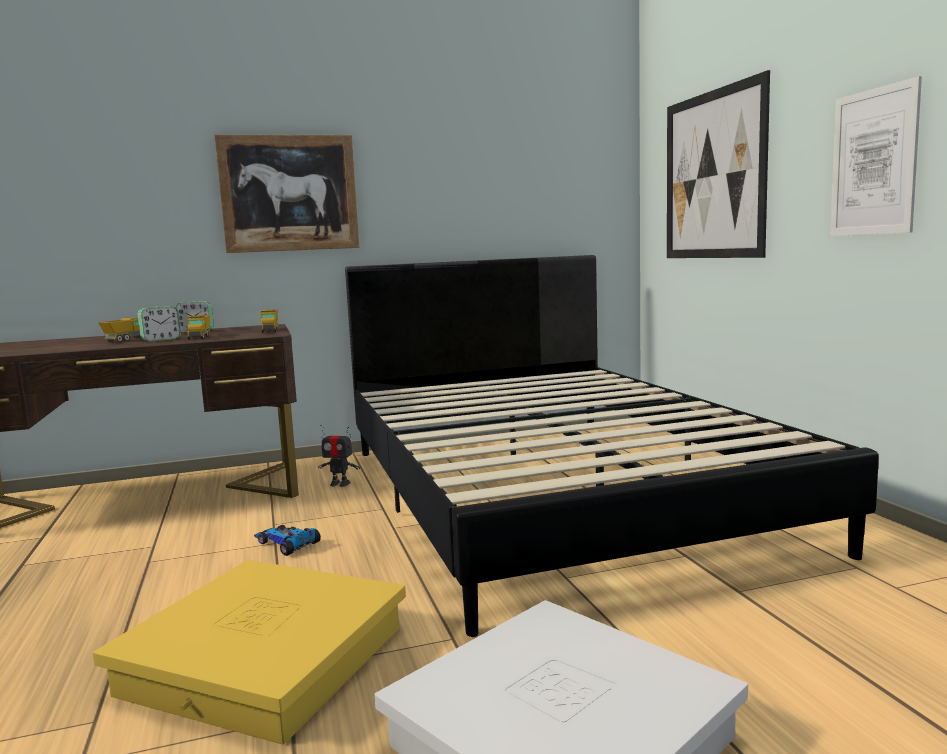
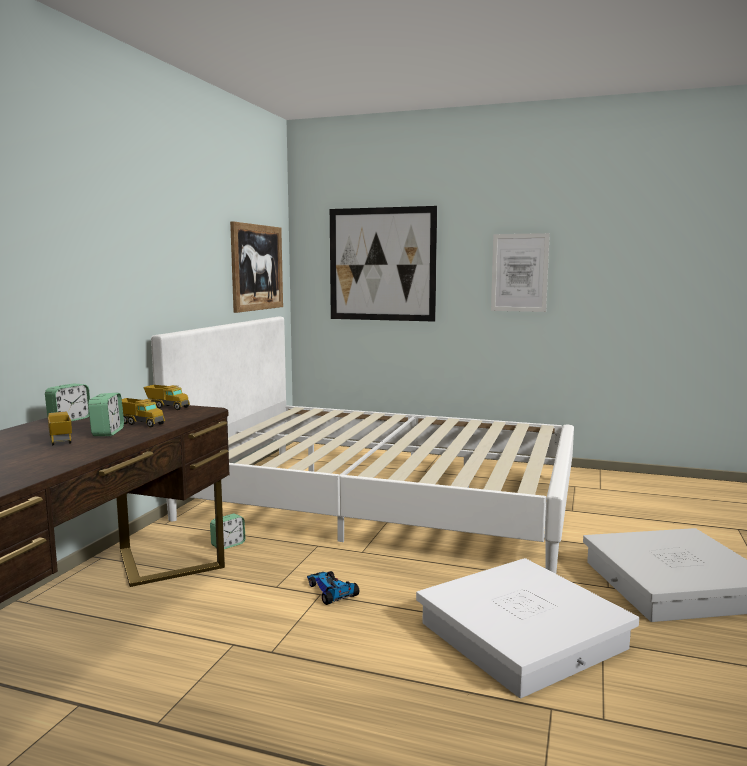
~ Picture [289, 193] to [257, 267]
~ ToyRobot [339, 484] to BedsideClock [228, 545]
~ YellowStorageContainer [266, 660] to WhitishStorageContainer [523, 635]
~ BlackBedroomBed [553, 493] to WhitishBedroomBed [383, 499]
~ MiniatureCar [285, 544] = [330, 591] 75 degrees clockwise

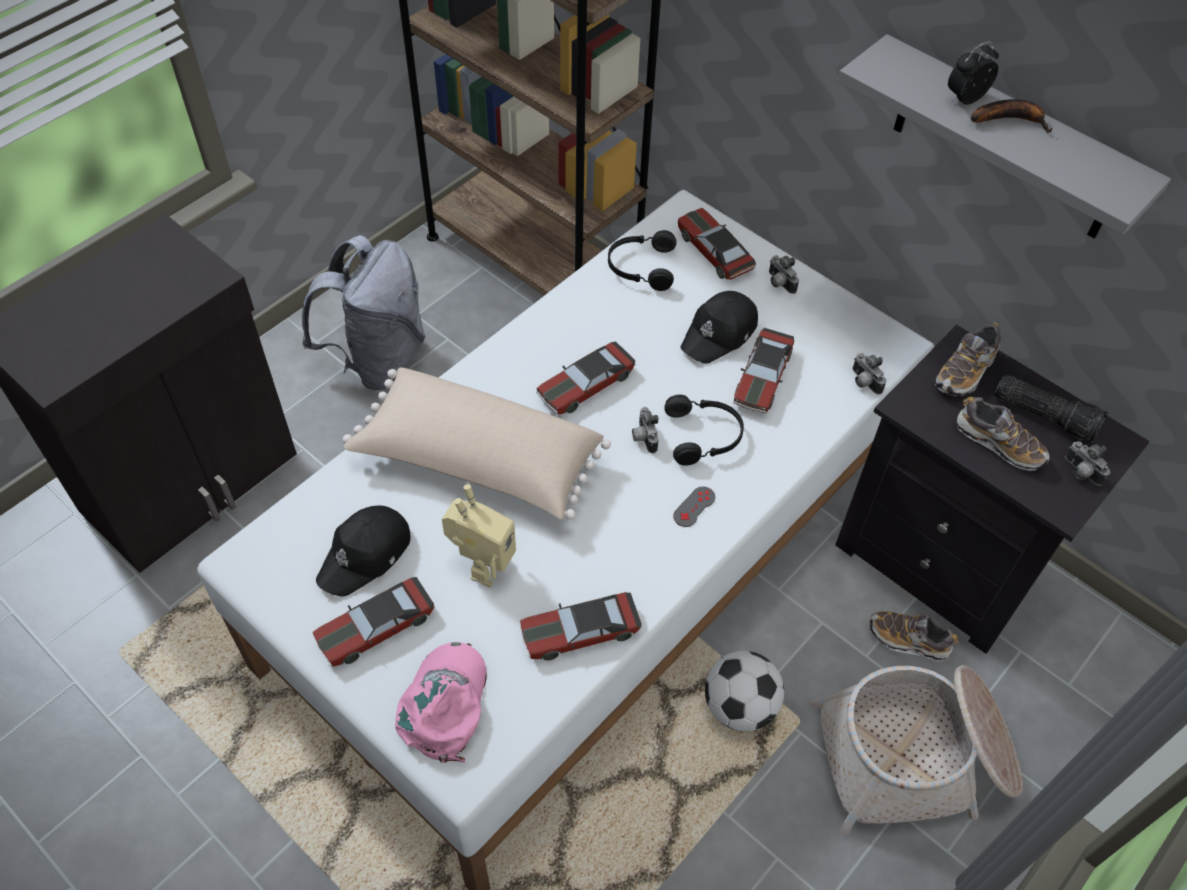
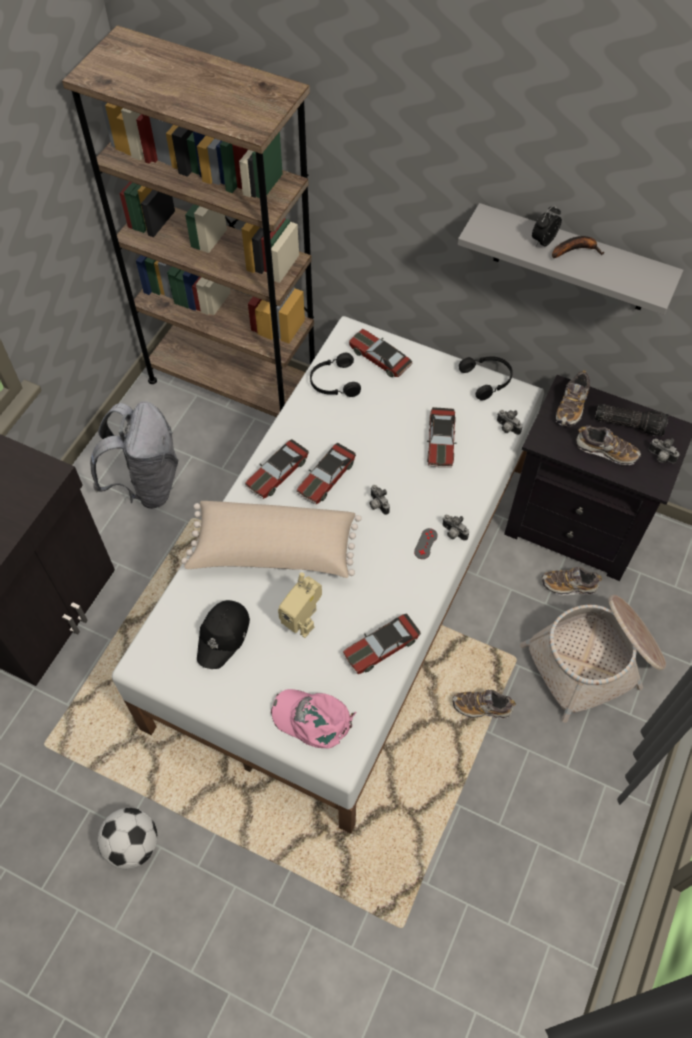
- BlackPeakedCap [720, 333]
+ ItemOfFootwear [482, 707]
~ MiniatureCar [375, 627] to [277, 473]
~ BlackHeadphones [704, 436] to [487, 379]
~ Football [739, 706] to [132, 844]
~ PhotoCamera [779, 283] to [453, 533]
~ PinkPeakedCap [445, 704] = [312, 719] 60 degrees counterclockwise
~ ToyRobot [482, 565] = [303, 621] 120 degrees clockwise

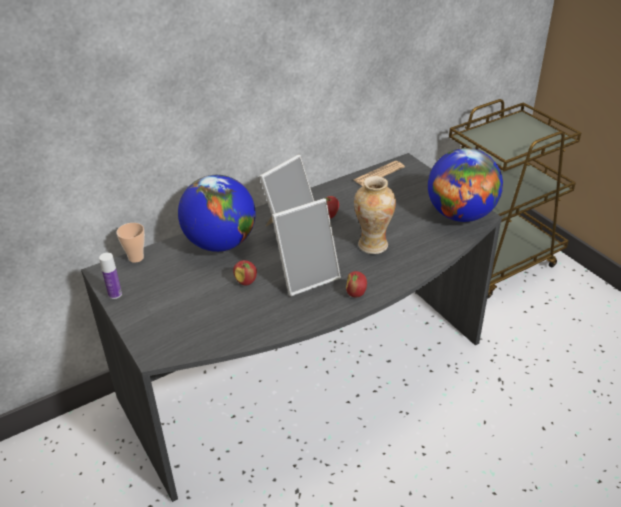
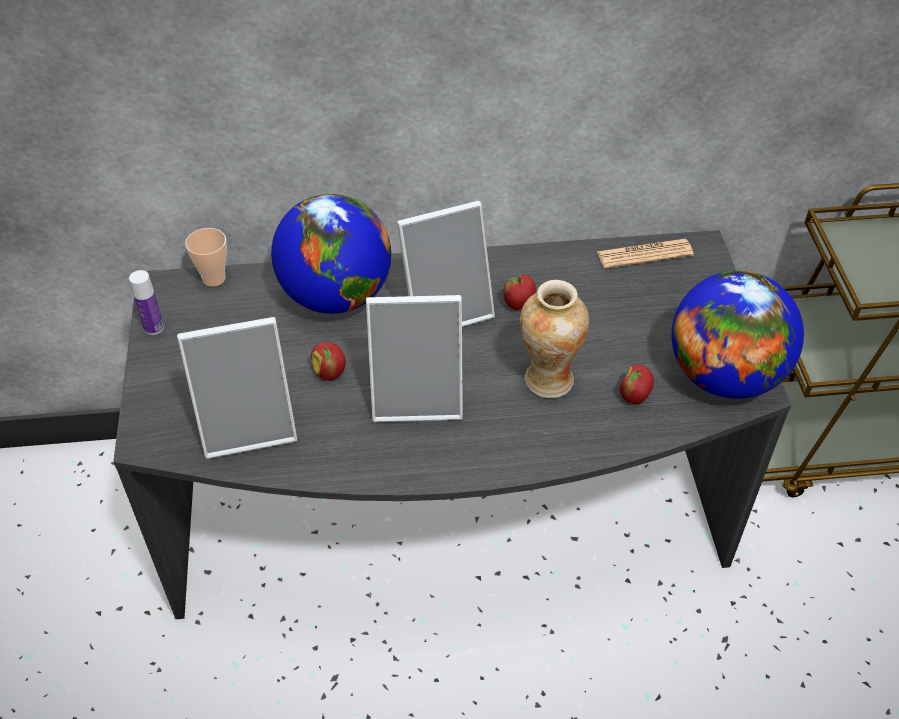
+ PictureFrame [249, 425]
~ AppleFruit [356, 294] to [634, 397]

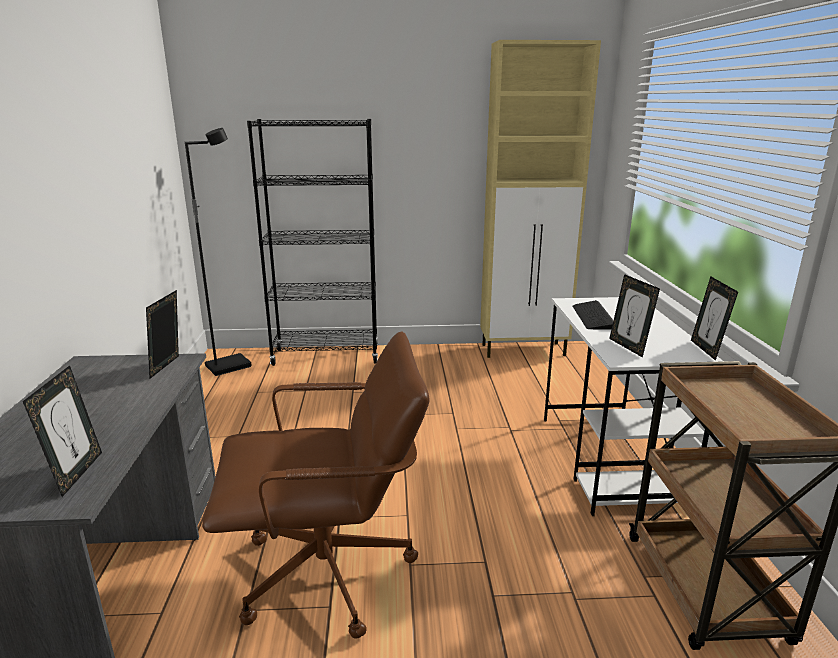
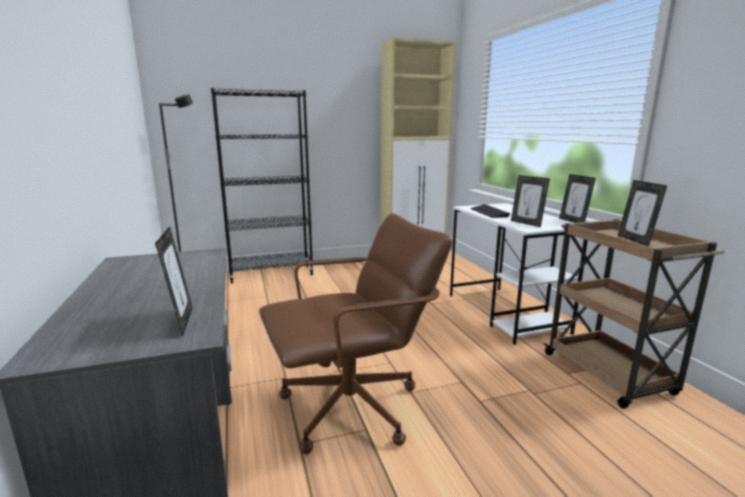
~ PictureFrame [169, 367] to [635, 240]

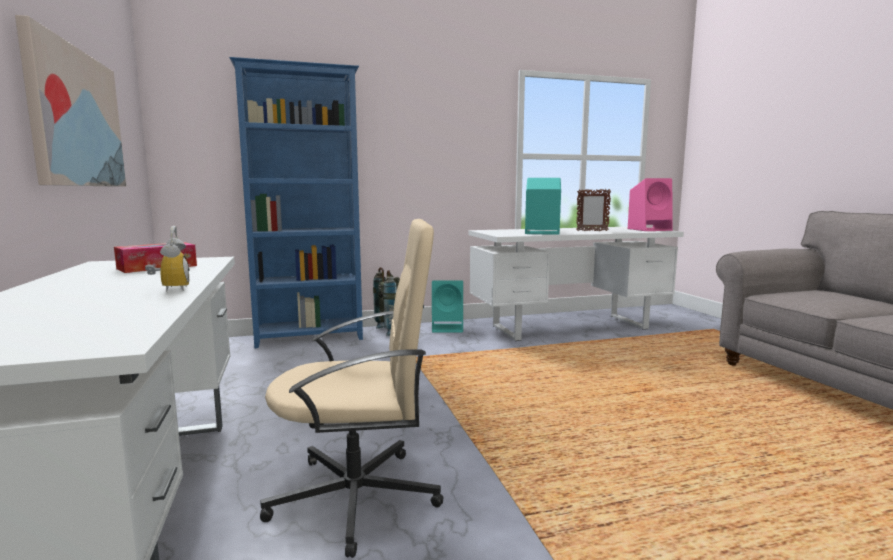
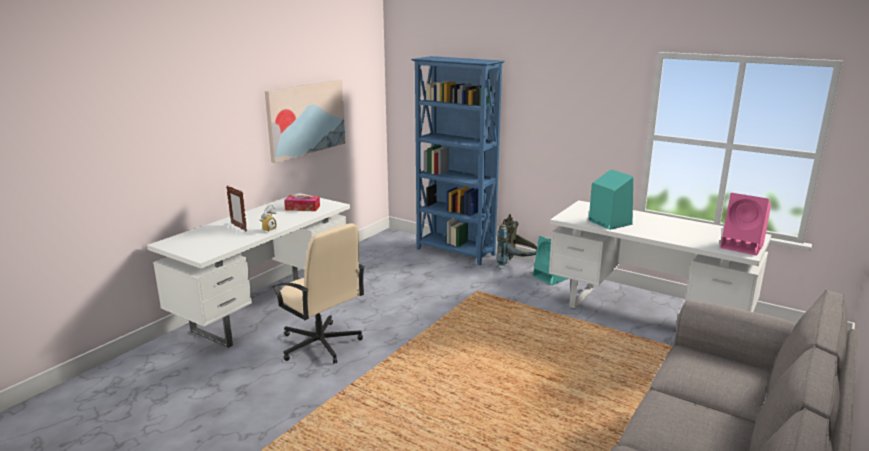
~ PictureFrame [592, 231] to [239, 227]

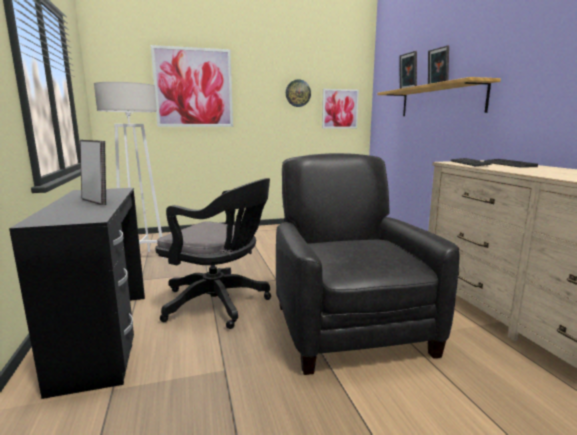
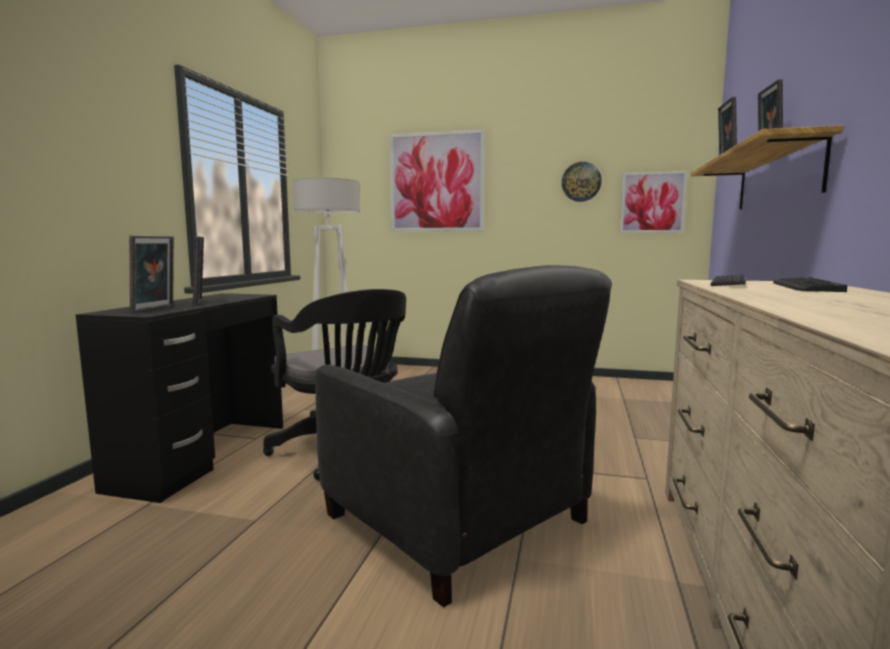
+ PictureFrame [155, 309]
~ BlackEasyChair [350, 327] = [457, 520] 120 degrees clockwise

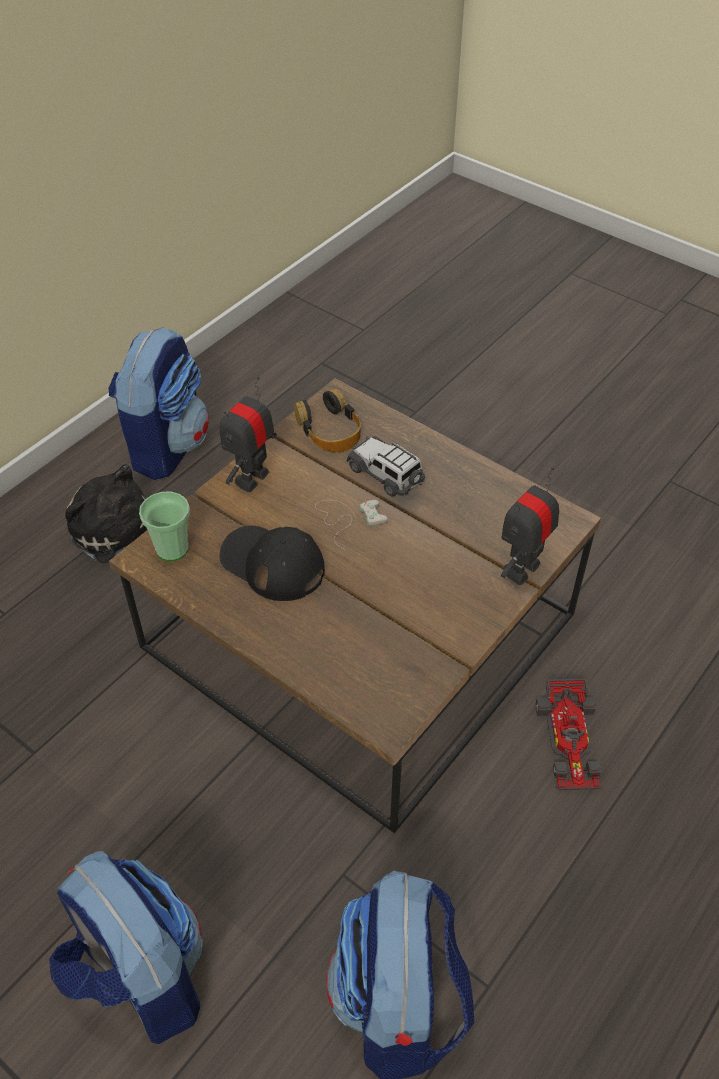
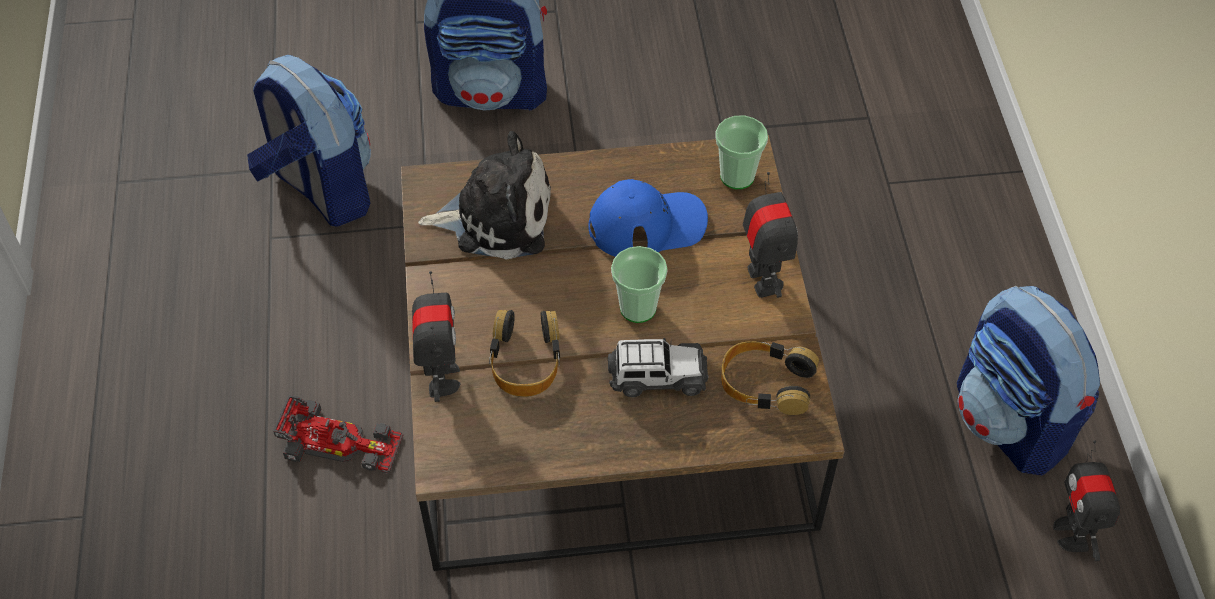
+ Headphones [525, 359]
+ ToyRobot [1072, 533]
~ CuddlyToy [118, 535] to [496, 217]
~ WhitishGameController [348, 518] to SmallCup [638, 308]
~ BlackPeakedCap [272, 564] to BluePeakedCap [647, 224]
~ MiniatureCar [570, 741] = [340, 442] 150 degrees clockwise

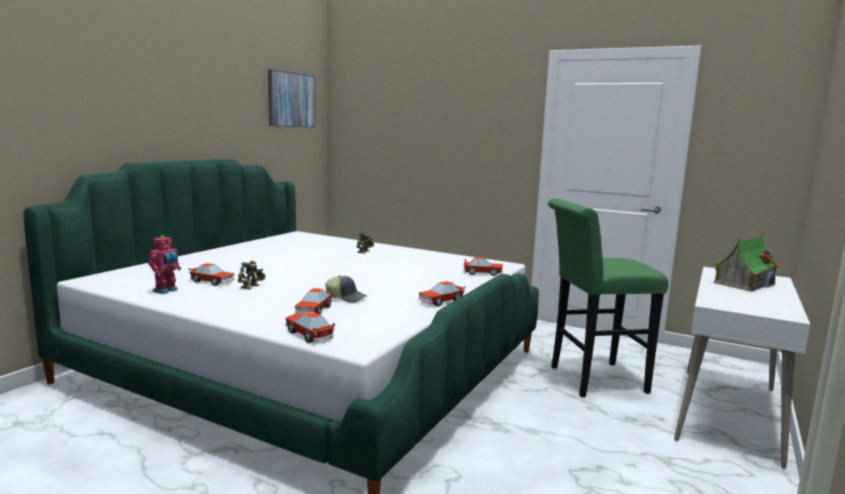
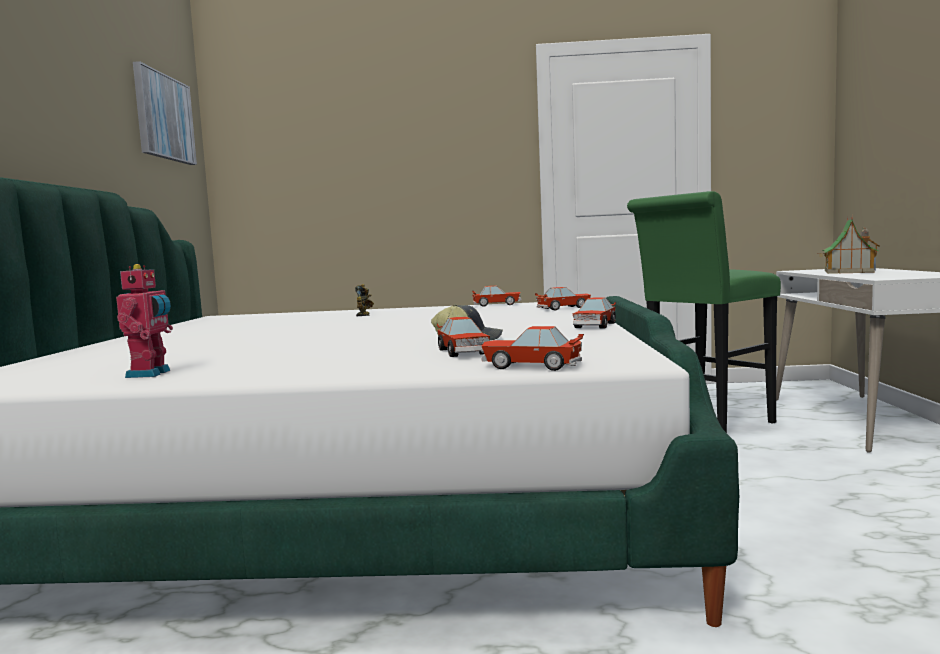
- ToyRobot [252, 287]
~ MiniatureCar [212, 282] to [497, 305]

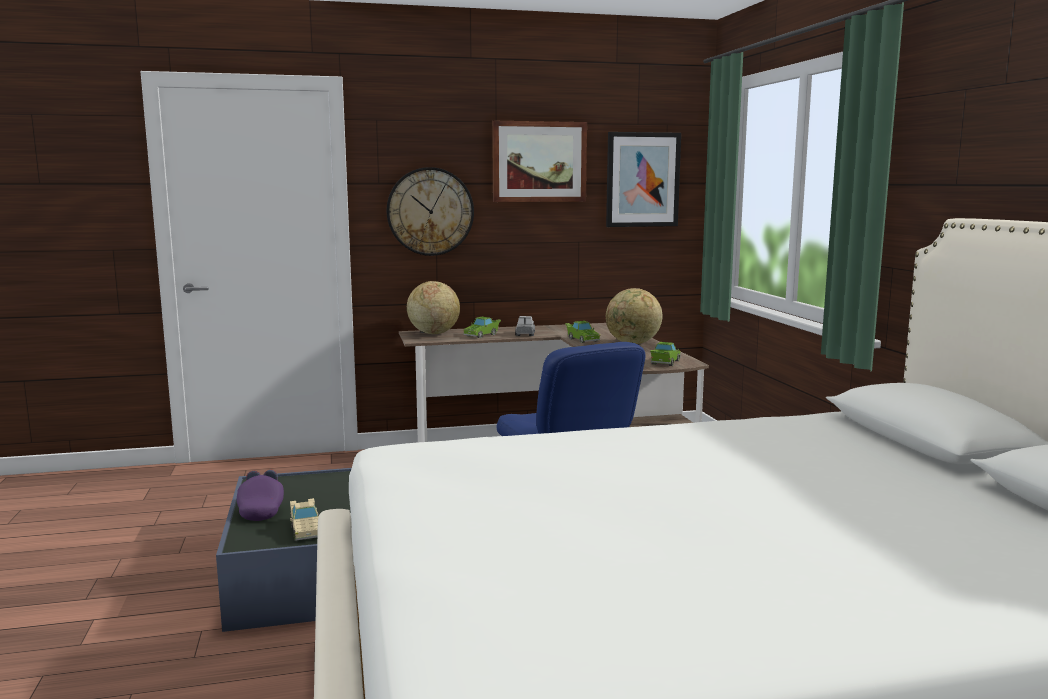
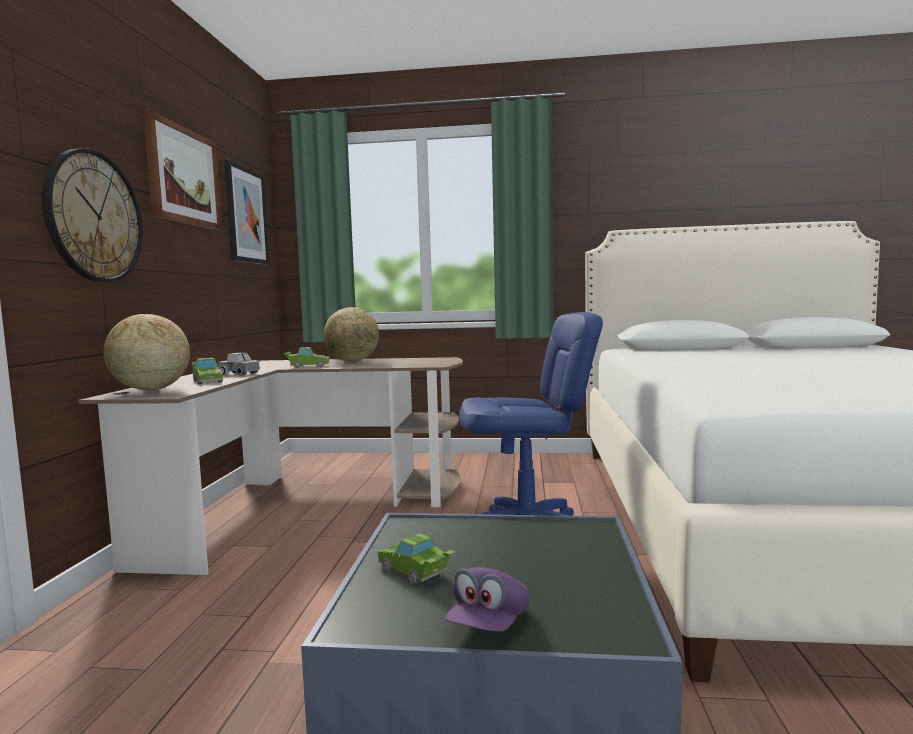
- BeigeColouredMiniatureCar [306, 530]
~ GreenMiniatureCar [665, 363] to [415, 572]
~ PurplePeakedCap [261, 510] = [489, 624] 75 degrees counterclockwise

